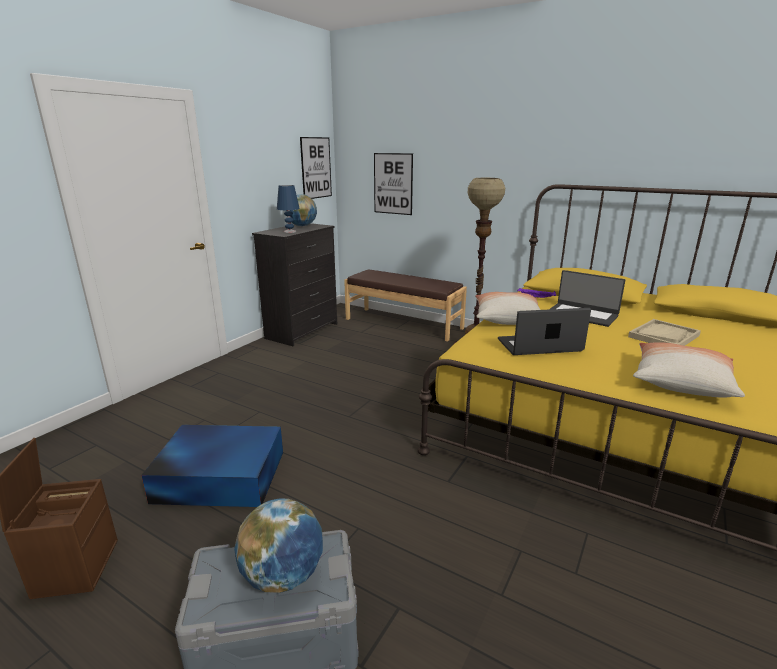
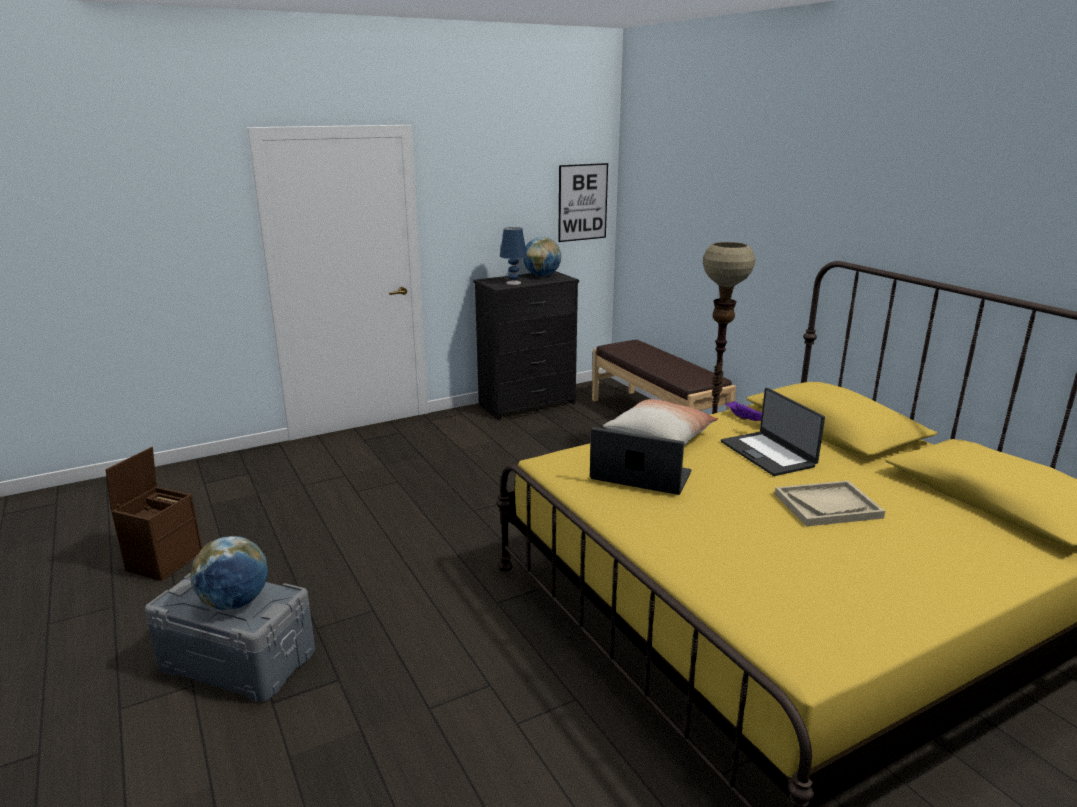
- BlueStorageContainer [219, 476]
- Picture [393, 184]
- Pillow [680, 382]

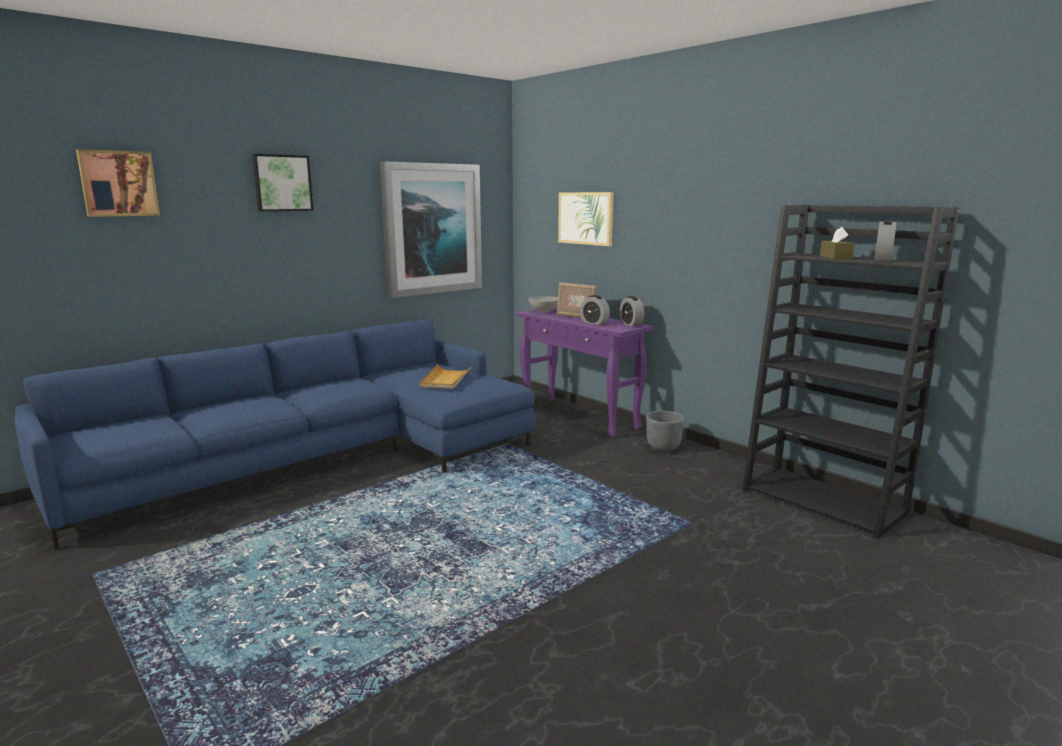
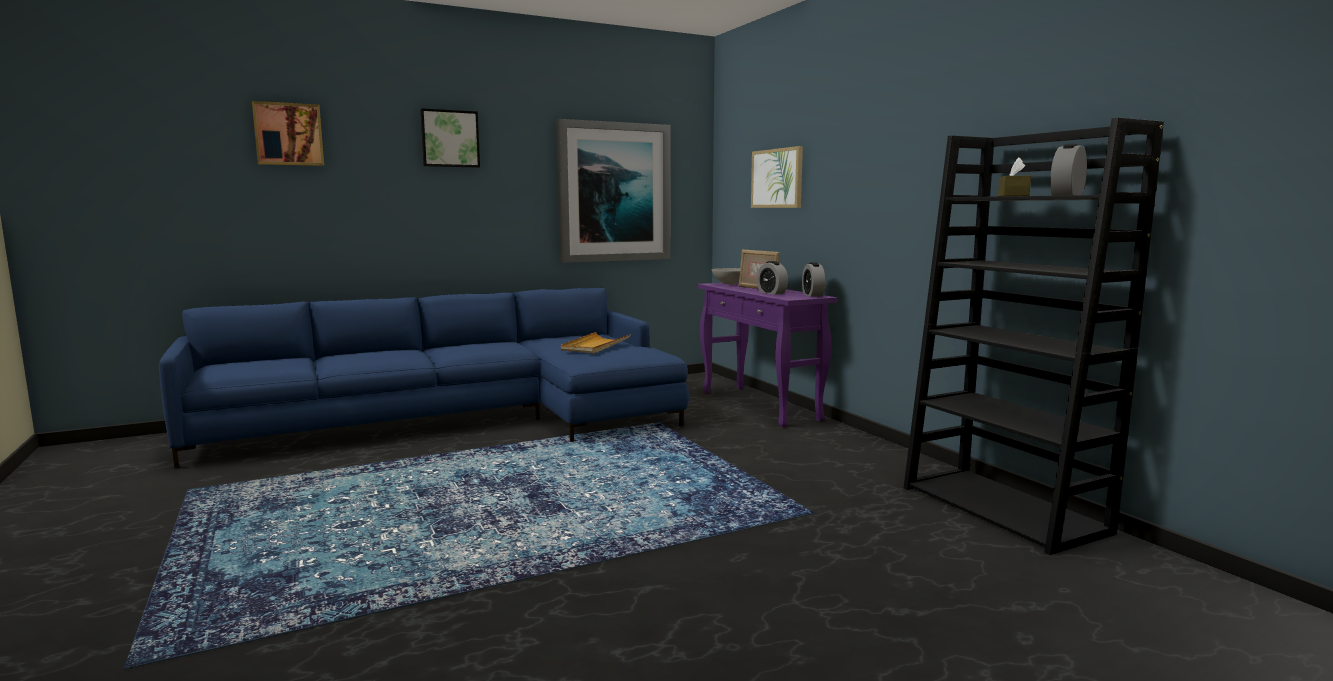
- GreyPlanter [663, 447]

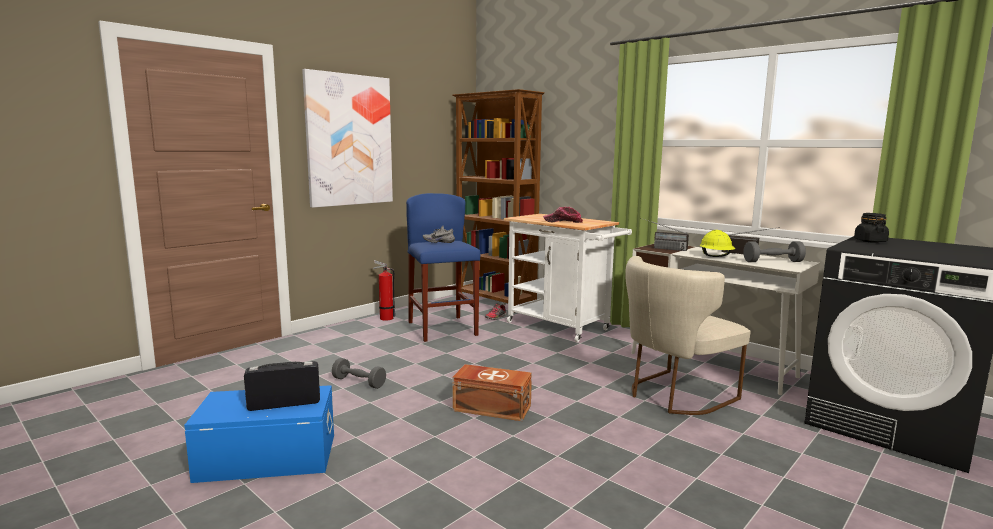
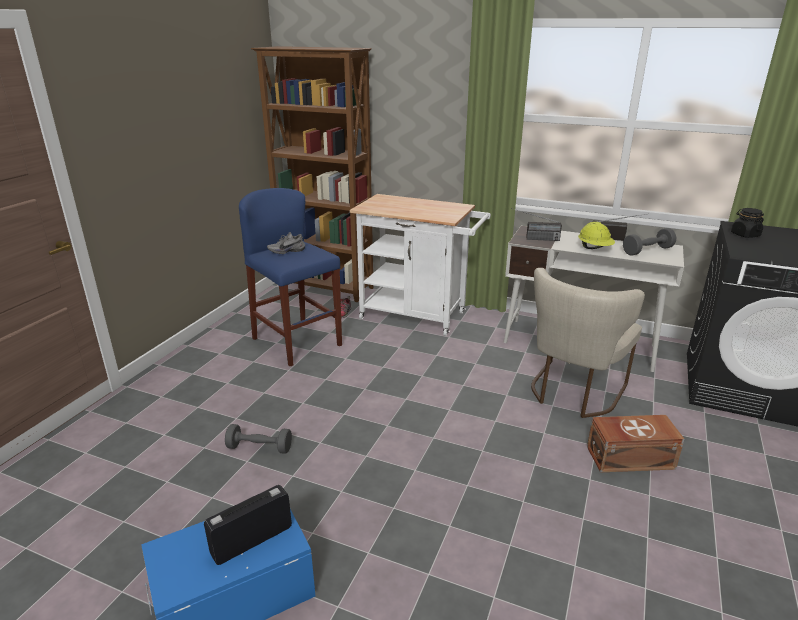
- Picture [349, 140]
- Extinguisher [384, 318]
- PeakedCap [563, 221]
~ BrownishStorageContainer [491, 407] to [628, 457]

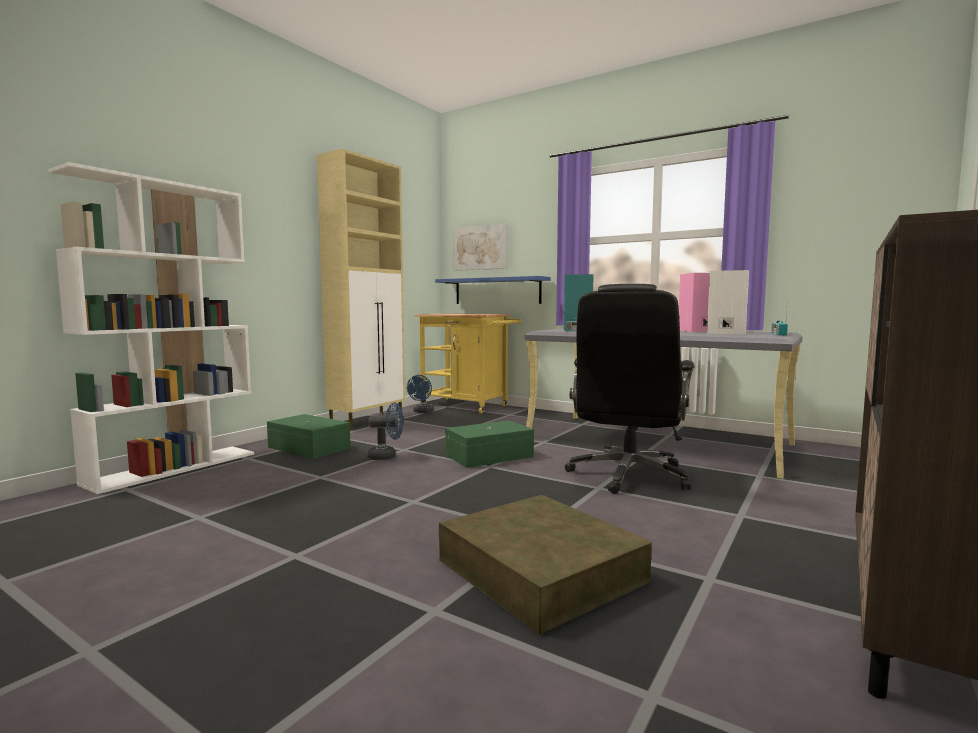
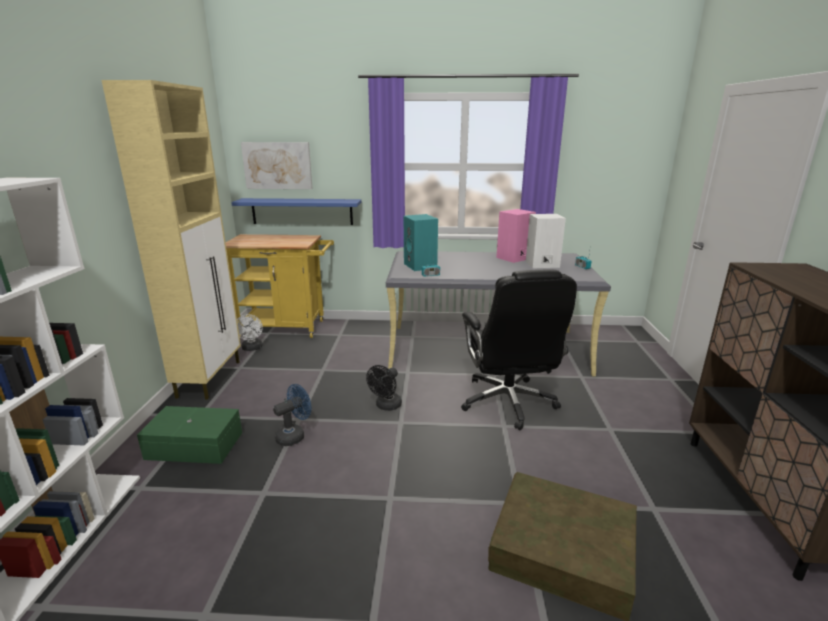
~ GreenStorageContainer [490, 456] to BlackCoolingFan [386, 406]
~ BlueCoolingFan [422, 412] to WhitishCoolingFan [252, 348]

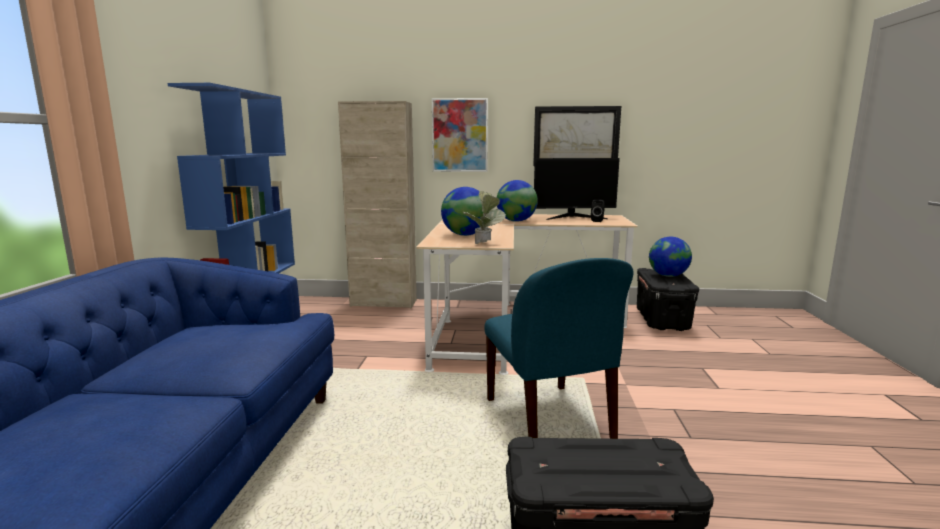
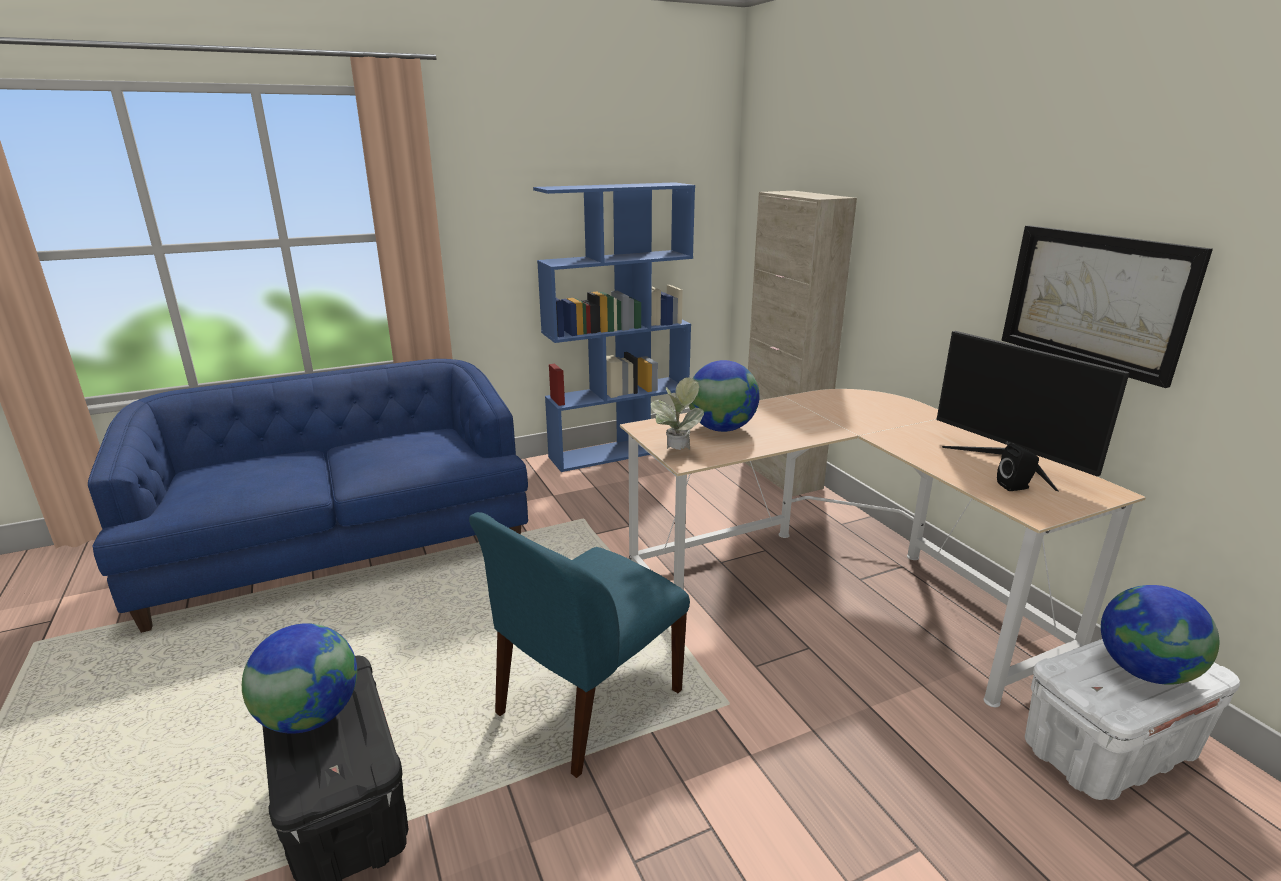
- Picture [460, 135]
~ WorldGlobe [516, 221] to [310, 717]
~ BlackStorageContainer [661, 320] to WhitishStorageContainer [1109, 749]

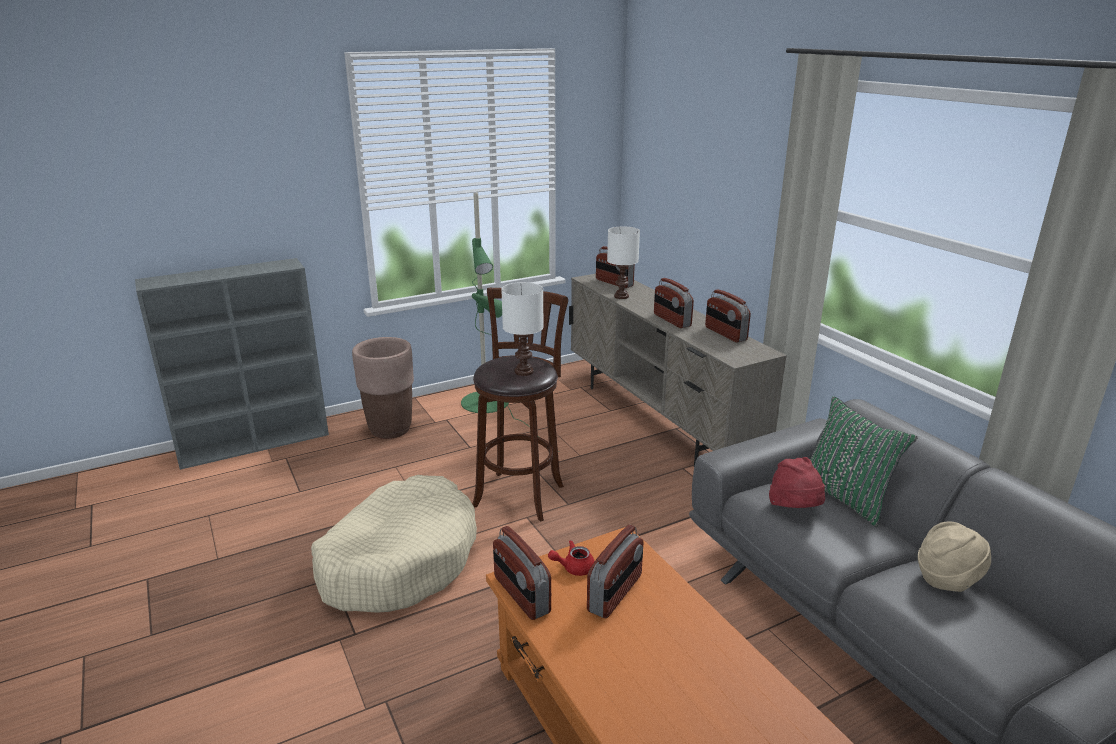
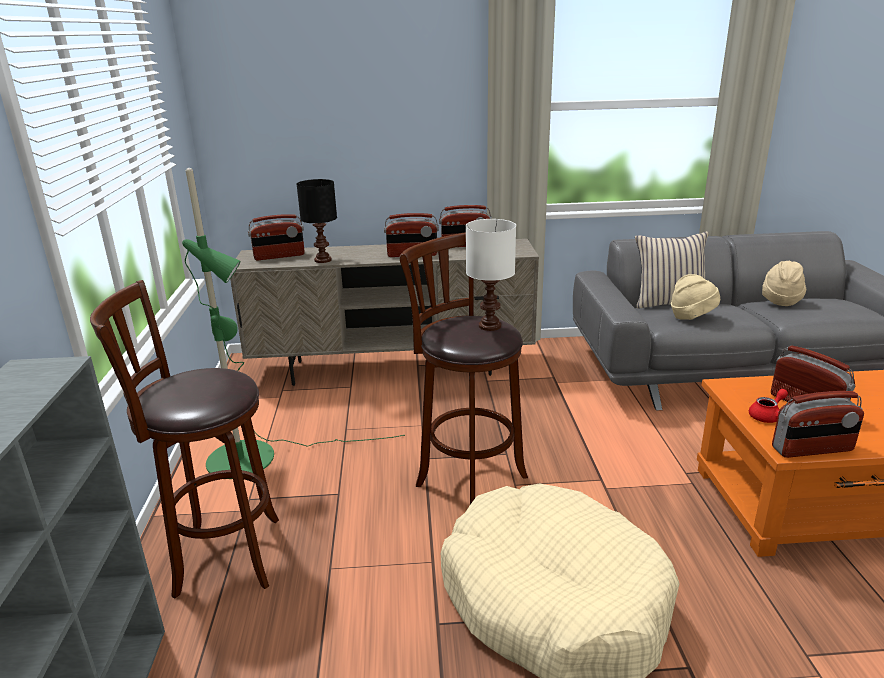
~ BrownishPlanter [390, 429] to BrownishSittingStool [221, 556]
~ WhitishLampForATable [620, 296] to BlackLampForATable [322, 260]
~ RedClothingHat [795, 509] to BeigeColouredClothingHat [692, 317]
~ GreenPillow [846, 496] to BeigeColouredPillow [668, 302]
~ RedTeaPot [573, 567] = [768, 416] 135 degrees counterclockwise

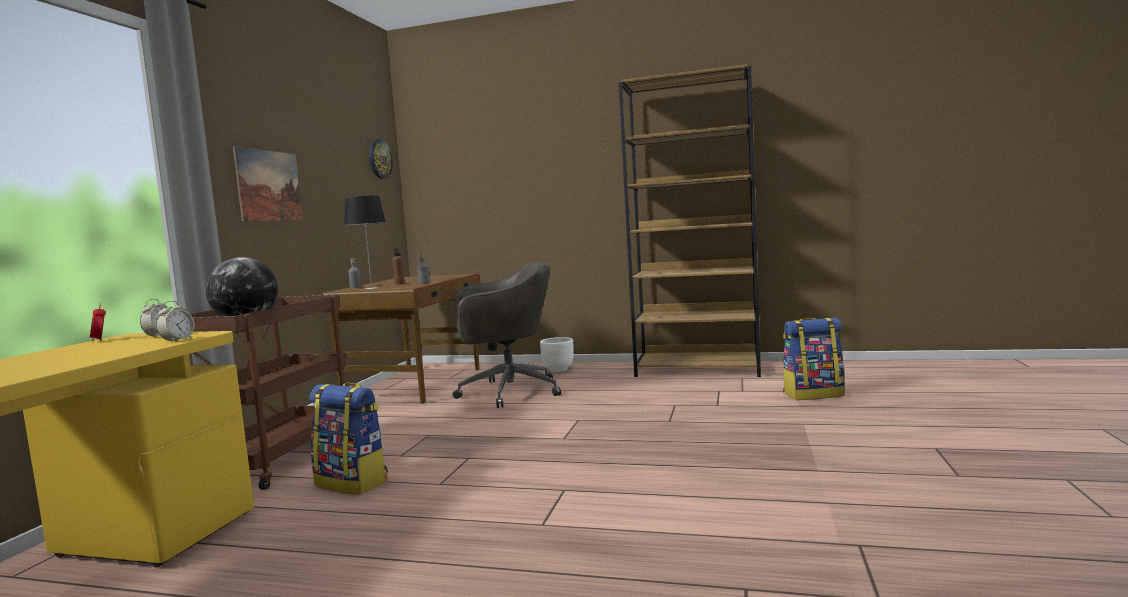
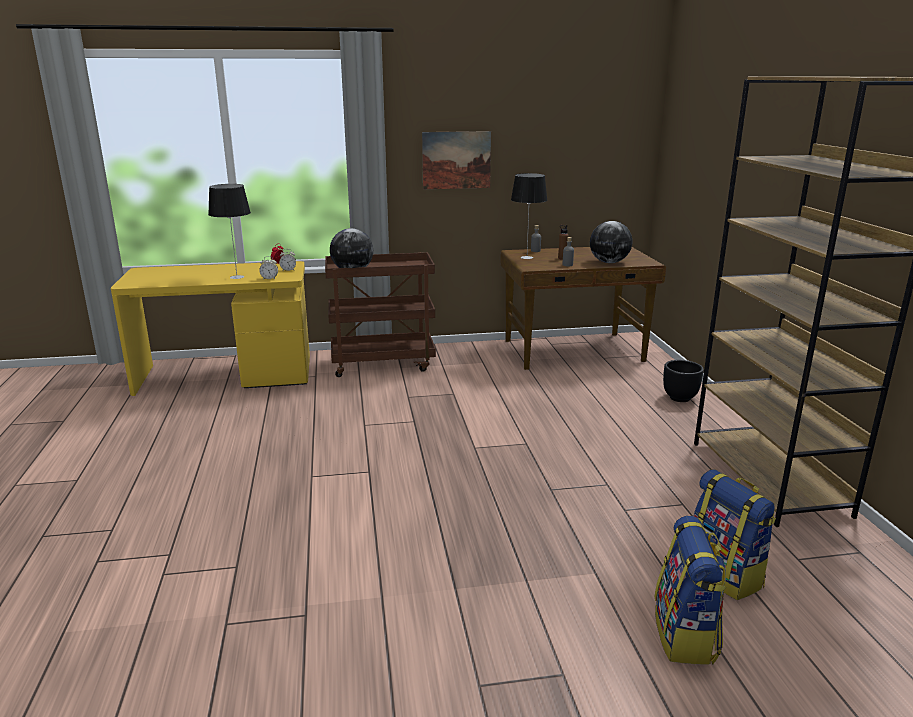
- ClockOnTheWall [379, 159]
- GreyOfficeChair [506, 392]
+ LampForATable [236, 277]
+ WorldGlobe [609, 262]
~ Rucksack [353, 483] to [686, 635]
~ WhitishPlanter [558, 370] to BlackPlanter [679, 398]

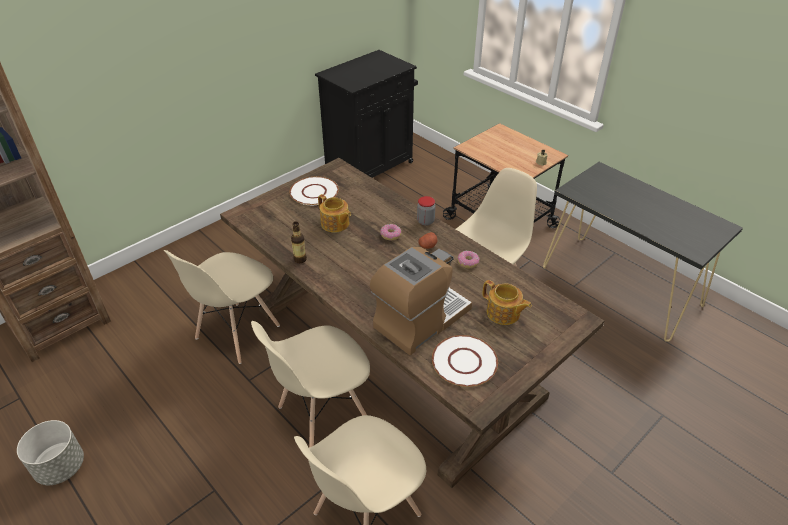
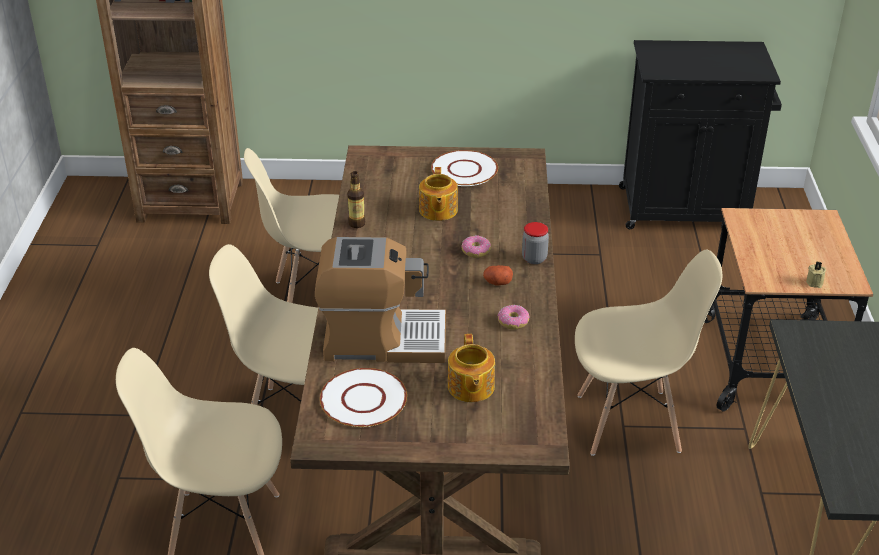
- GreyPlanter [60, 467]

